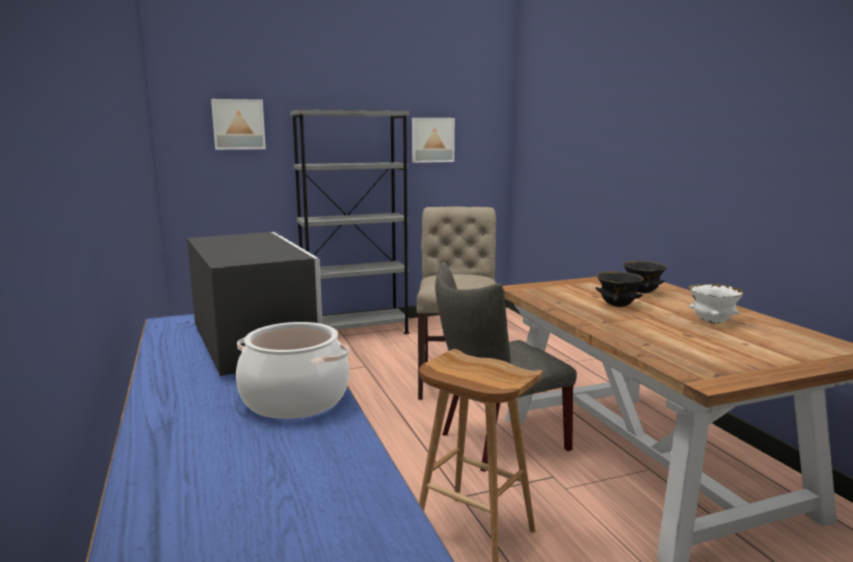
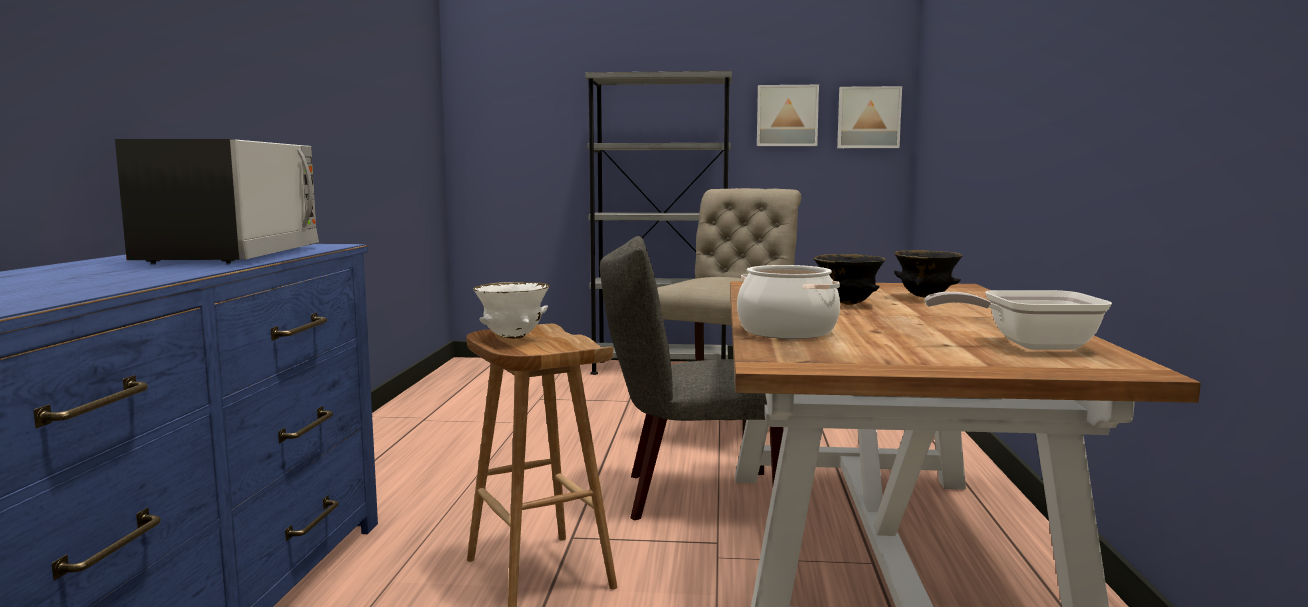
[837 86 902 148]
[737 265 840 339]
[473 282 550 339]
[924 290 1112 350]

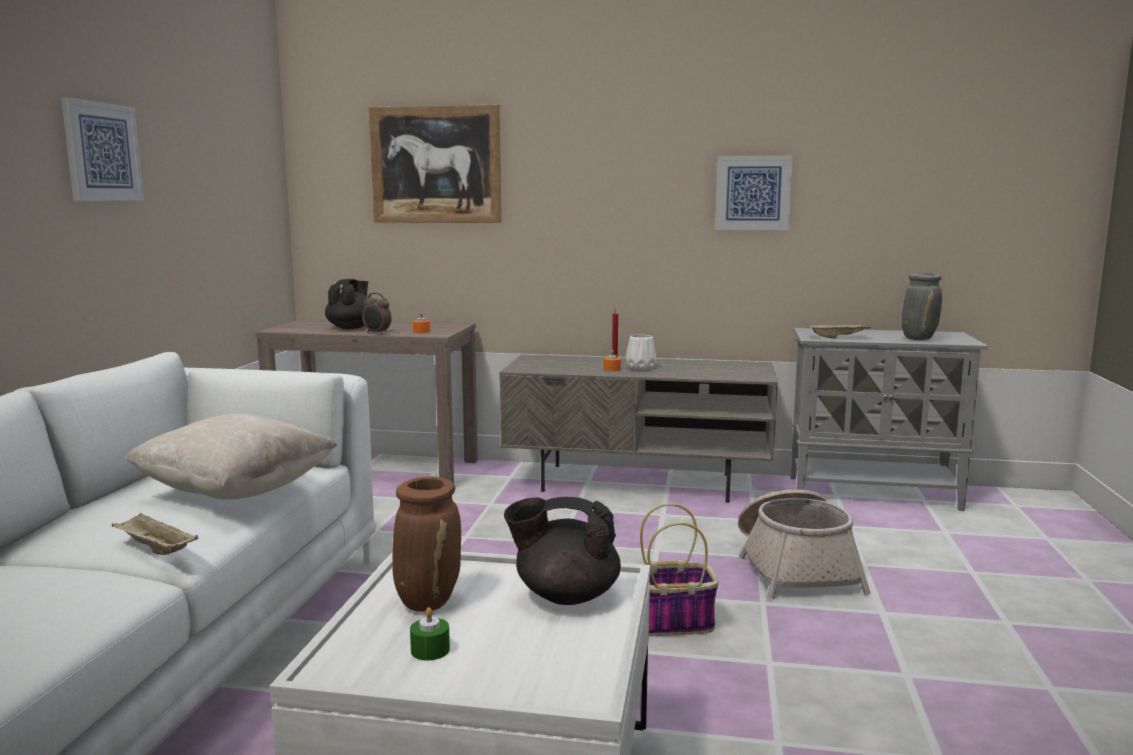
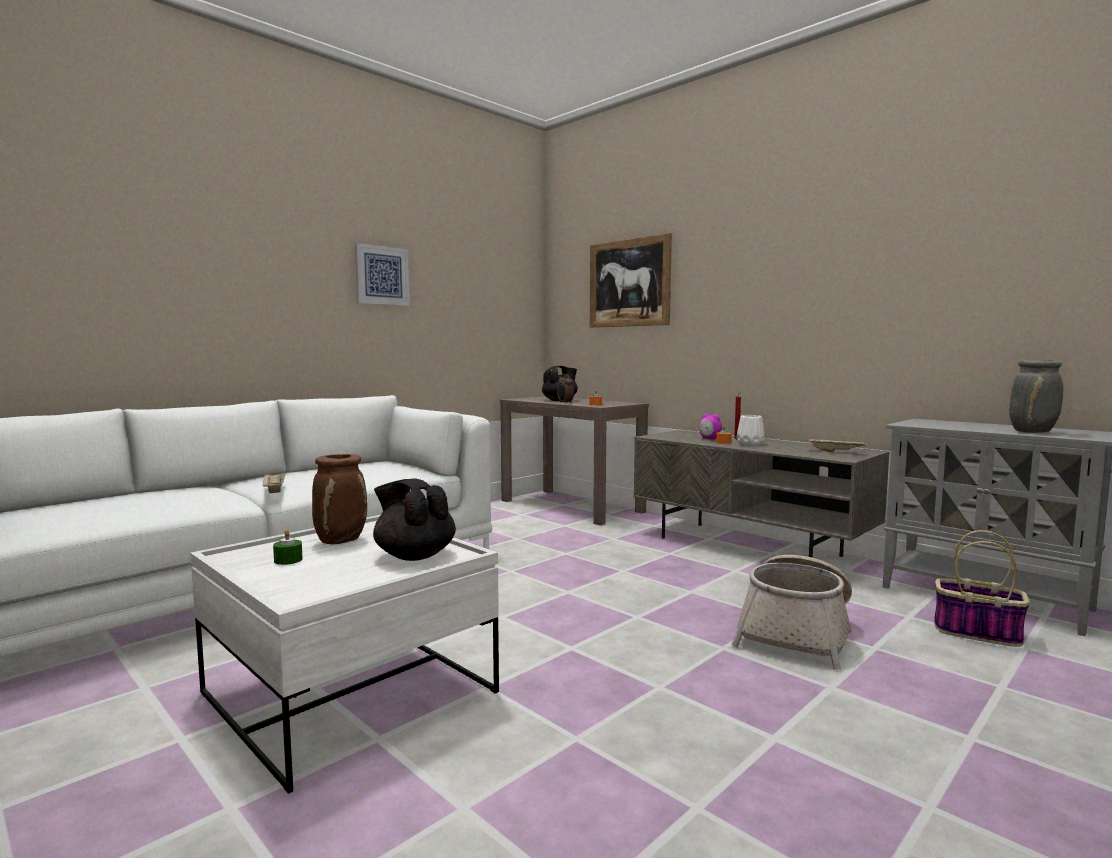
[124 414 337 500] (first image)
[934 530 1030 647]
[715 155 793 230] (first image)
[806 438 866 452]
[699 414 722 439]

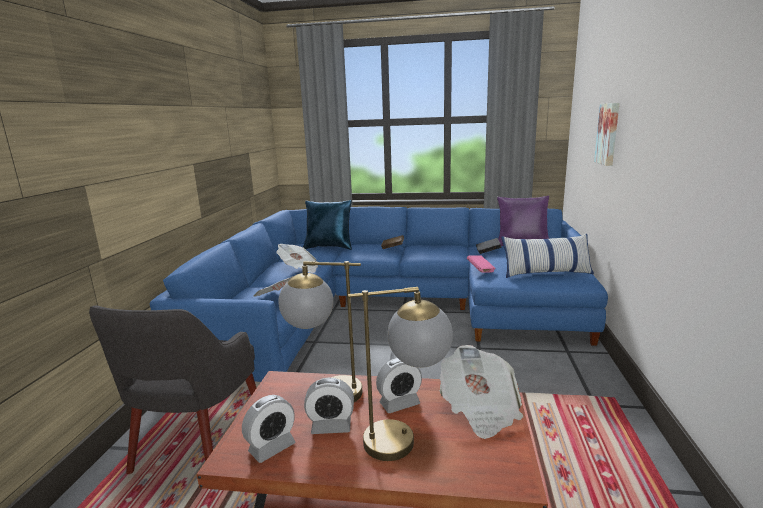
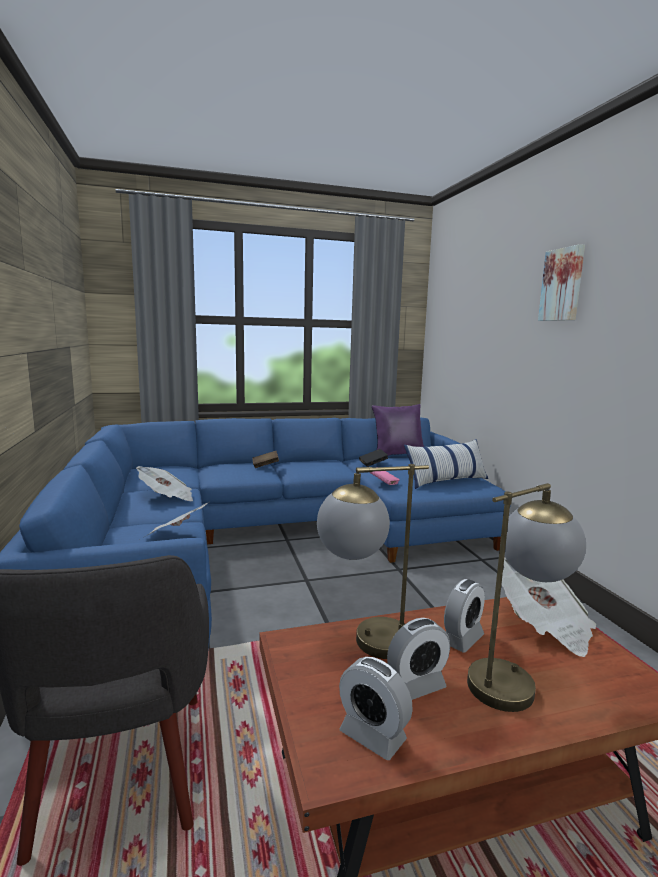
[339 657 413 760]
[303 200 352 250] (first image)
[538 244 585 321]

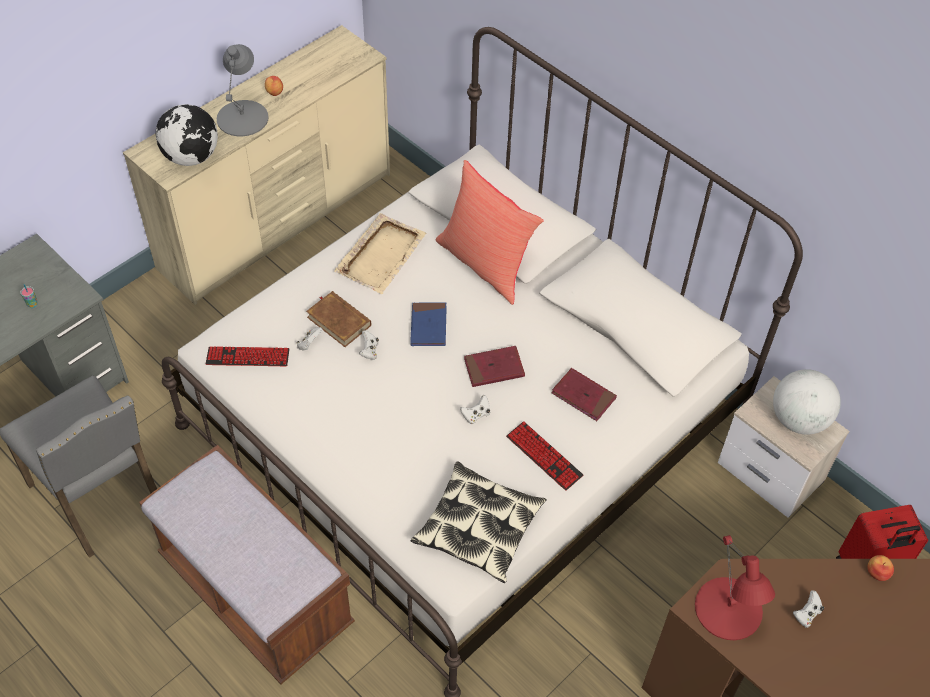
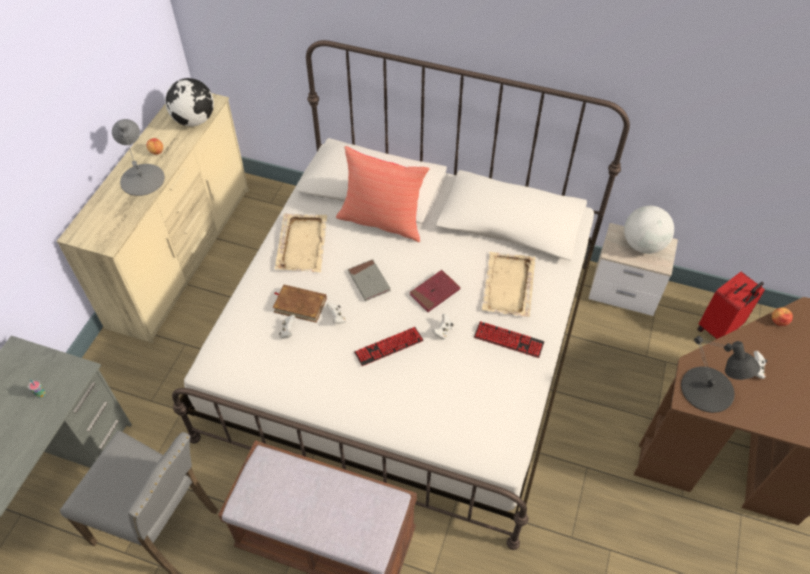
[165 78 214 126]
[354 327 424 366]
[348 259 391 301]
[411 461 547 583] (first image)
[482 252 535 317]
[681 336 760 413]

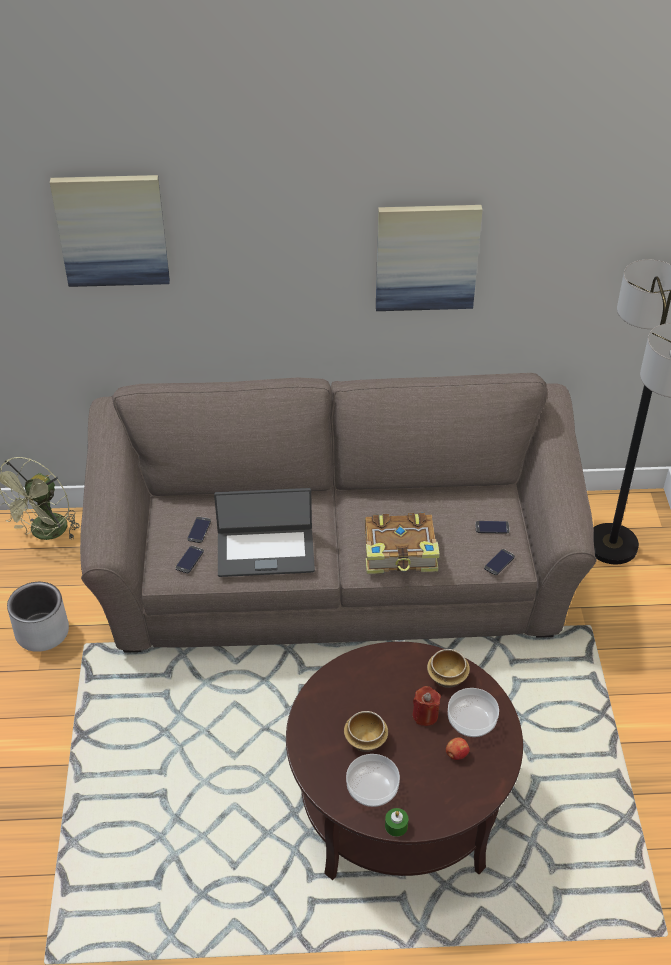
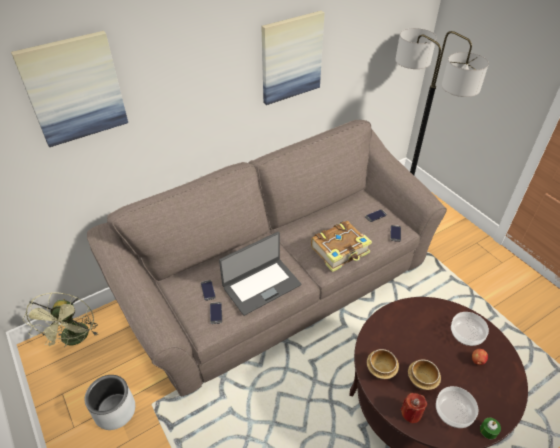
[401 393 427 423]
[367 349 399 379]

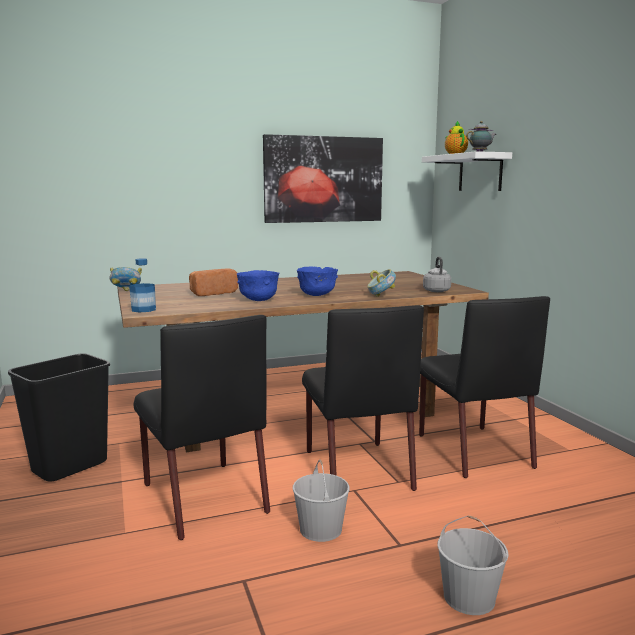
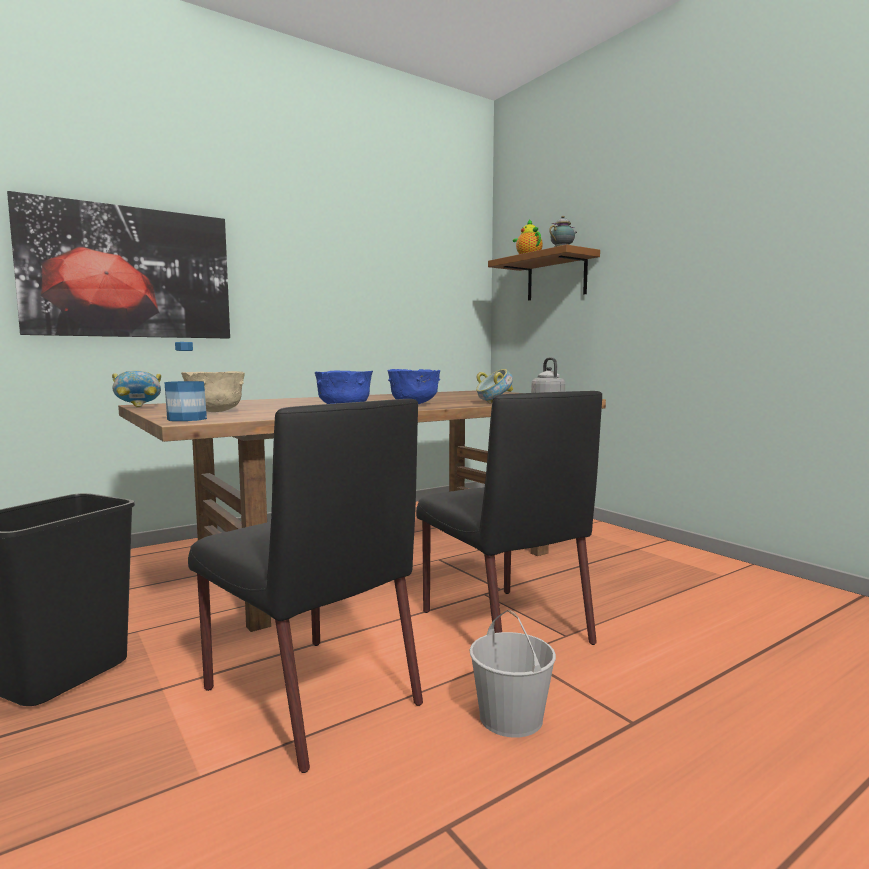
[189 269 238 296] (first image)
[7 191 230 338]
[419 296 550 478] (first image)
[488 245 600 301]
[437 516 509 615] (first image)
[181 371 245 412]

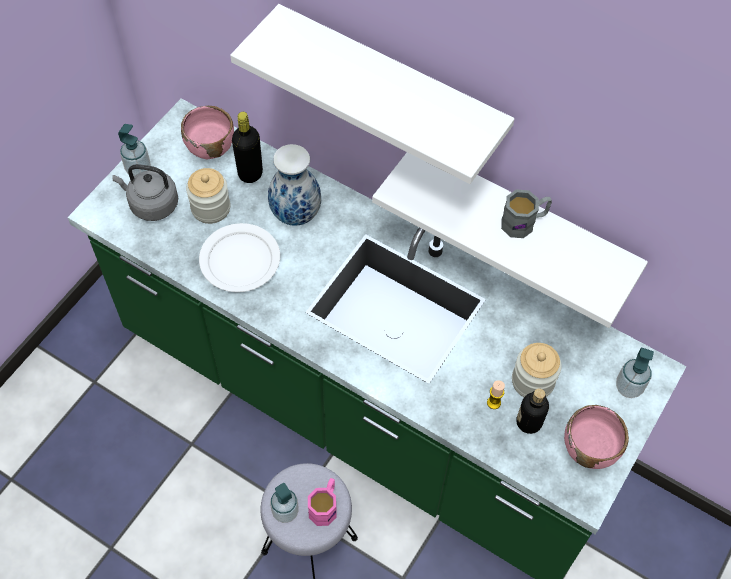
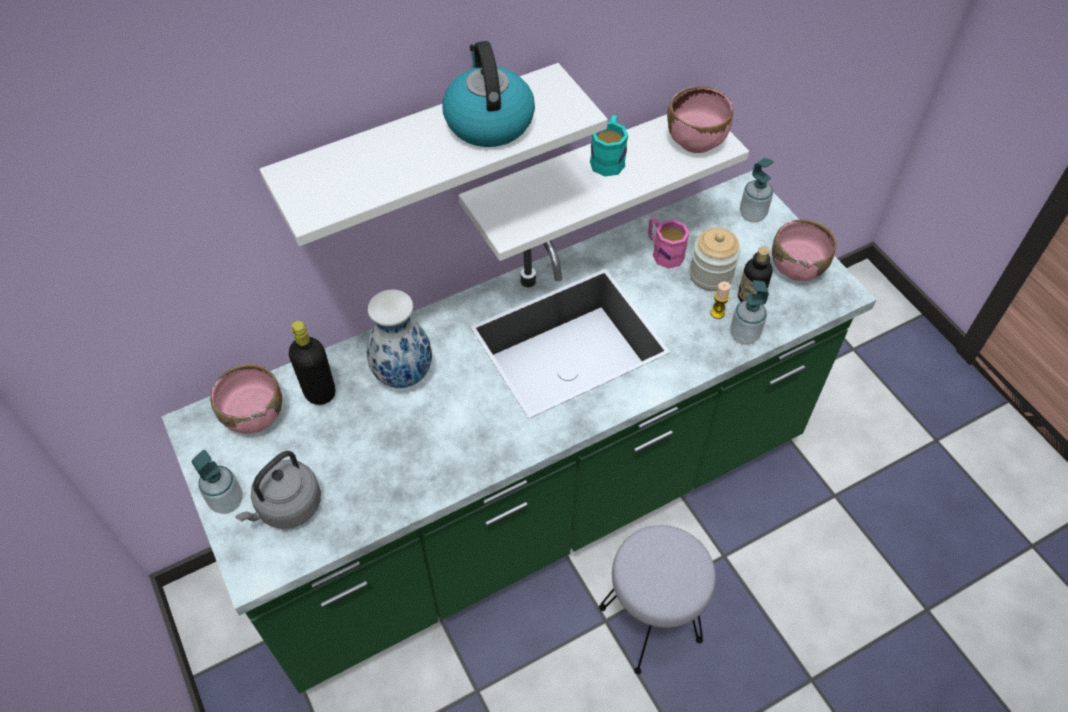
[186 168 230 224] (first image)
[199 223 280 292] (first image)
[730 280 769 345]
[648 217 690 269]
[590 115 628 176]
[442 41 535 147]
[667 86 734 153]

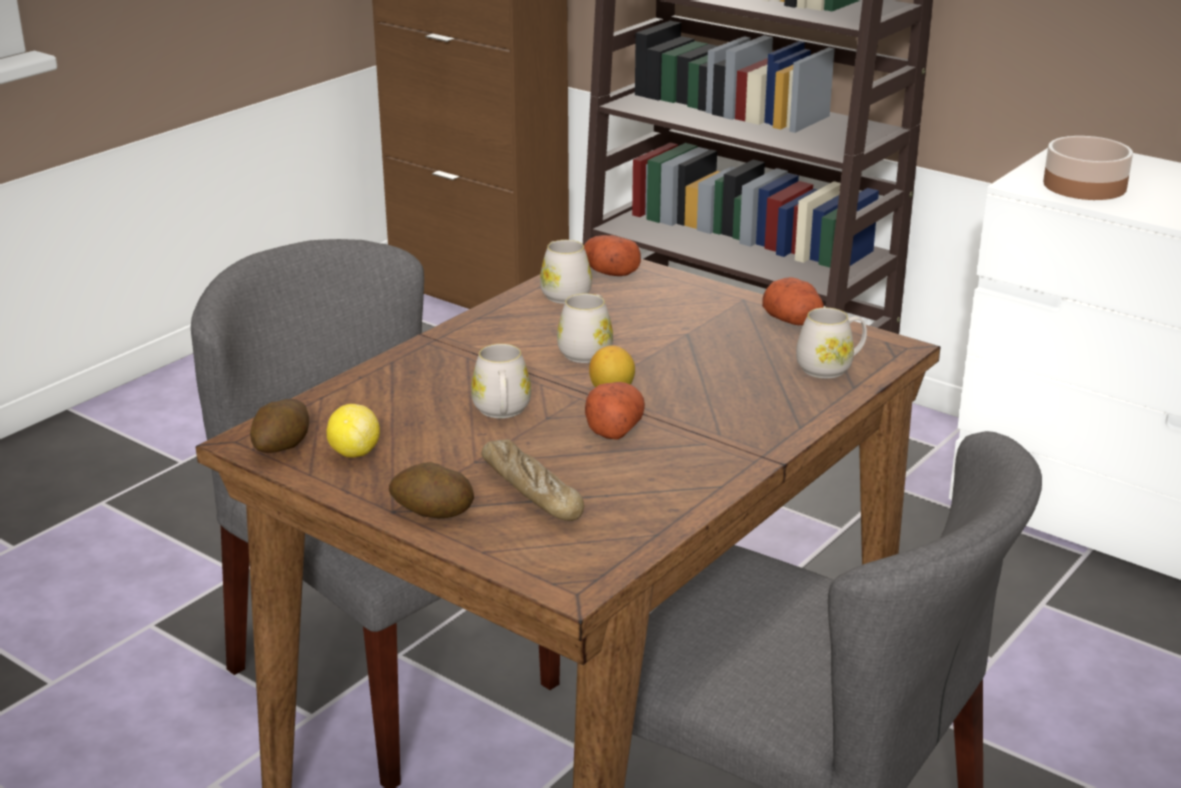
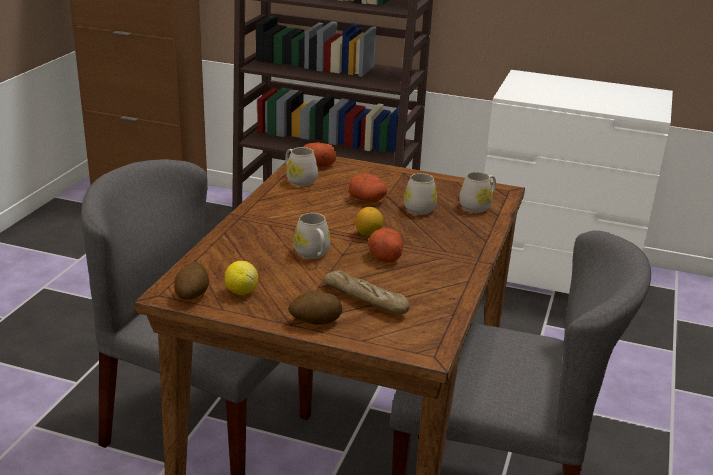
[404 173 437 215]
[349 173 387 202]
[1043 136 1133 200] (first image)

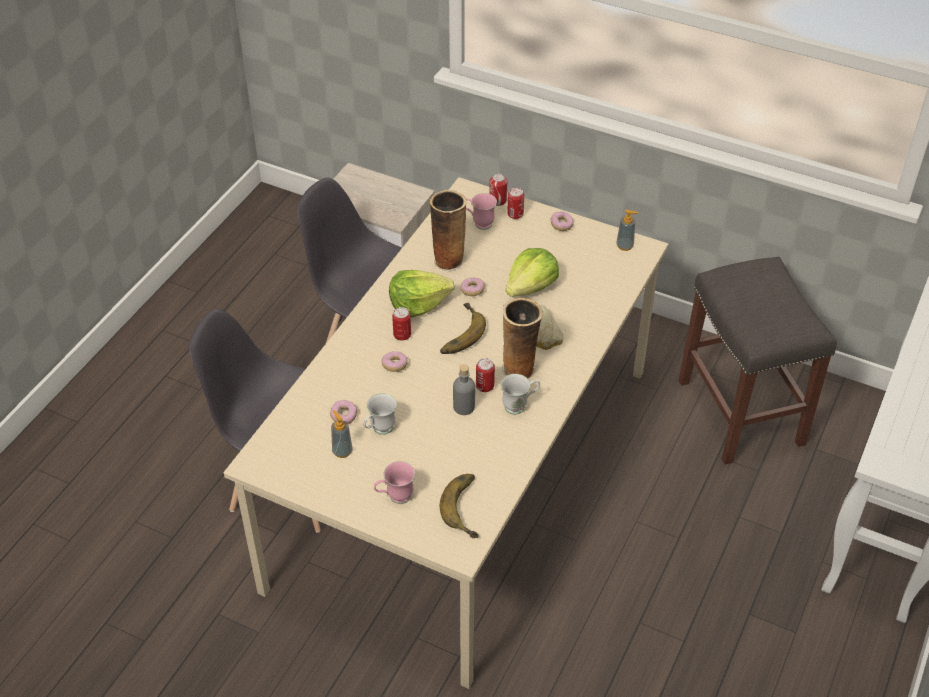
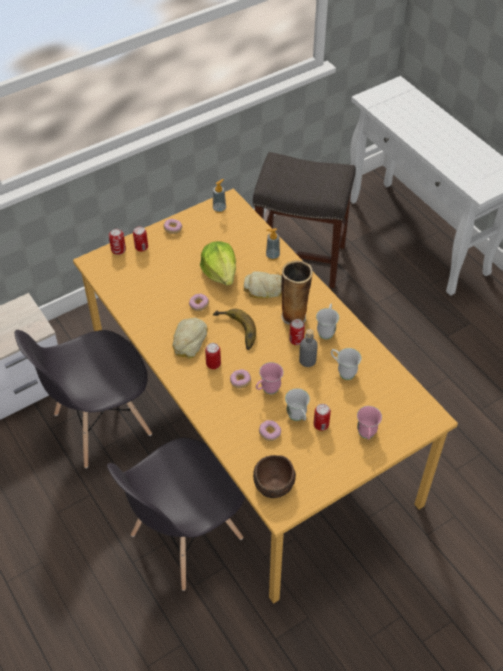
[73 188 458 604]
[266 228 280 260]
[173 318 208 359]
[430 189 467 271] (first image)
[440 474 479 538] (first image)
[256 362 284 394]
[253 455 296 498]
[314 404 331 431]
[331 348 361 380]

